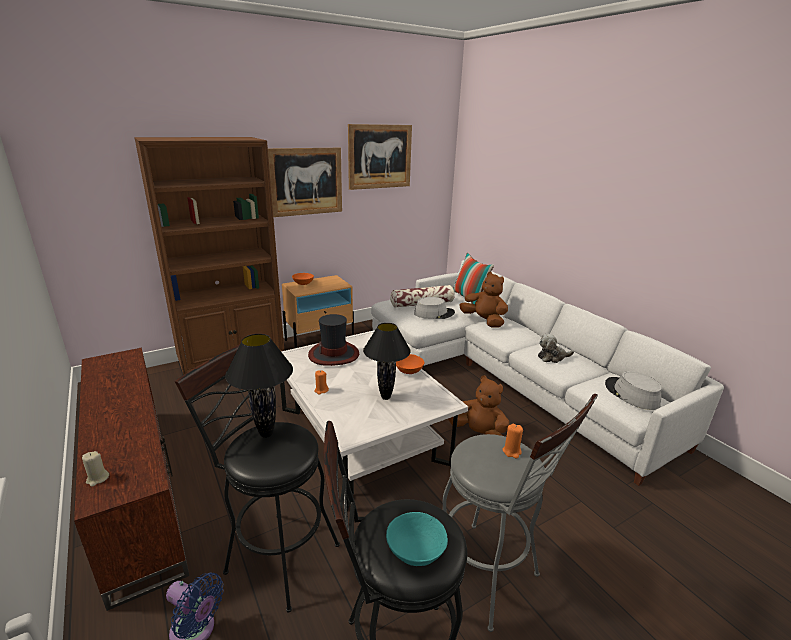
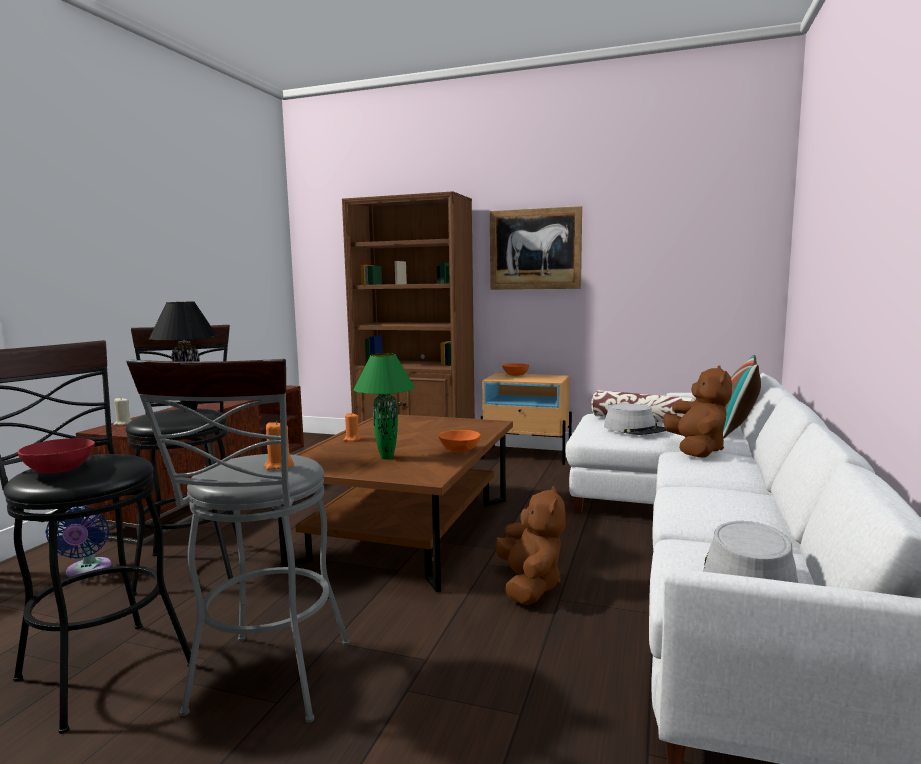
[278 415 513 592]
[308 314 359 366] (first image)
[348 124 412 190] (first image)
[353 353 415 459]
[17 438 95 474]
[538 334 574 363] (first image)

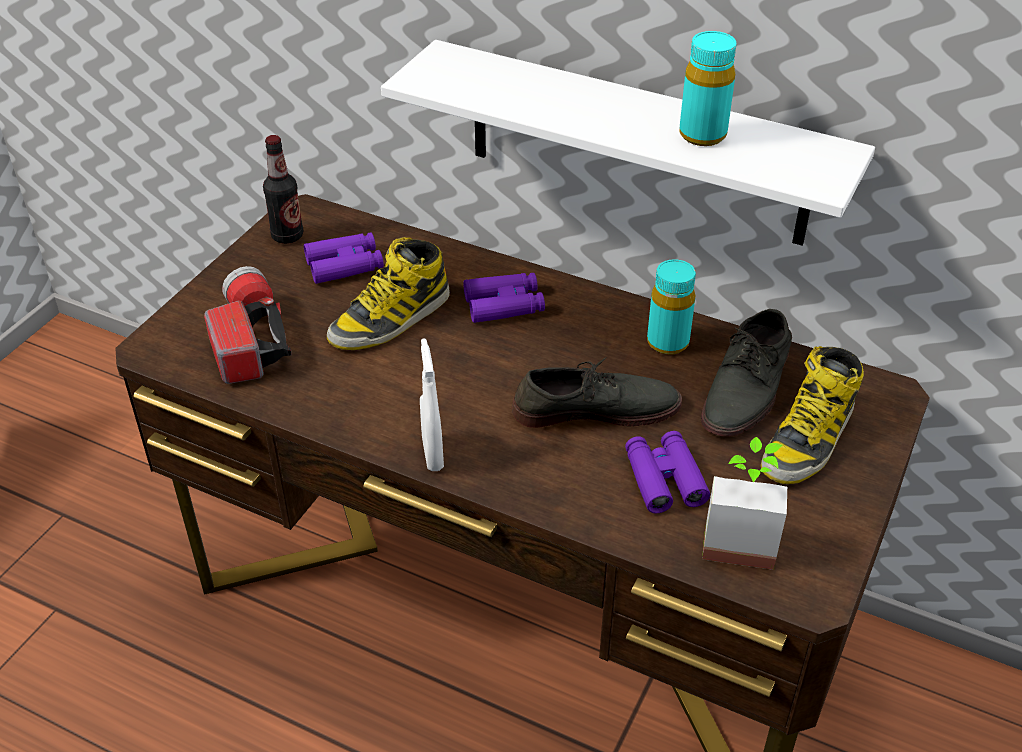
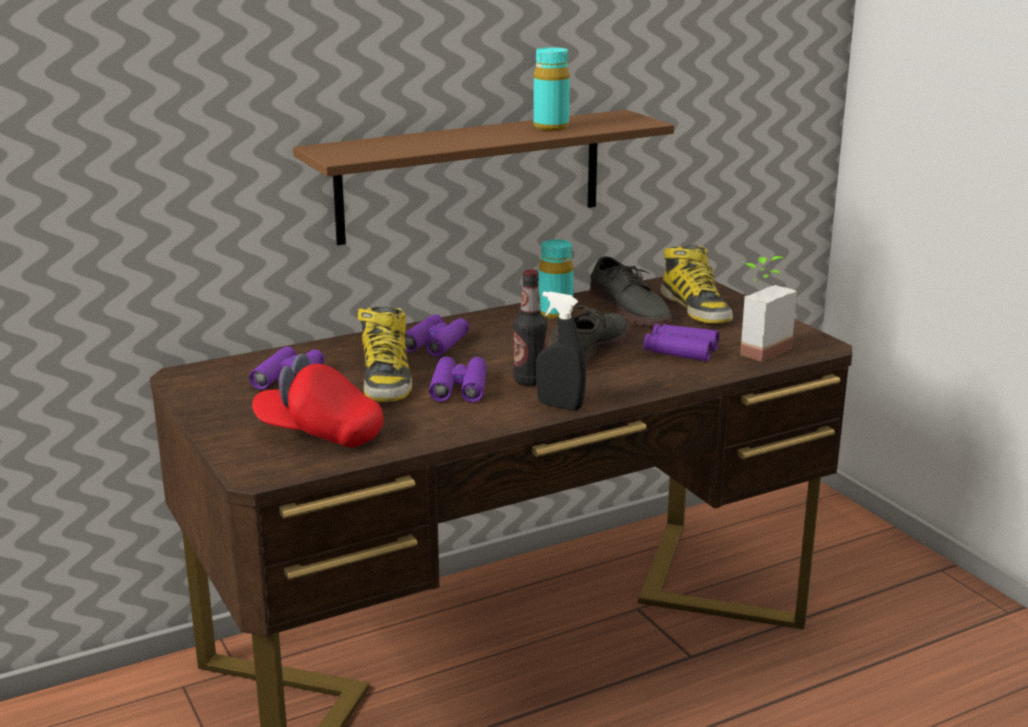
[252 354 383 447]
[513 269 547 386]
[293 110 674 245]
[536 292 586 410]
[429 356 486 403]

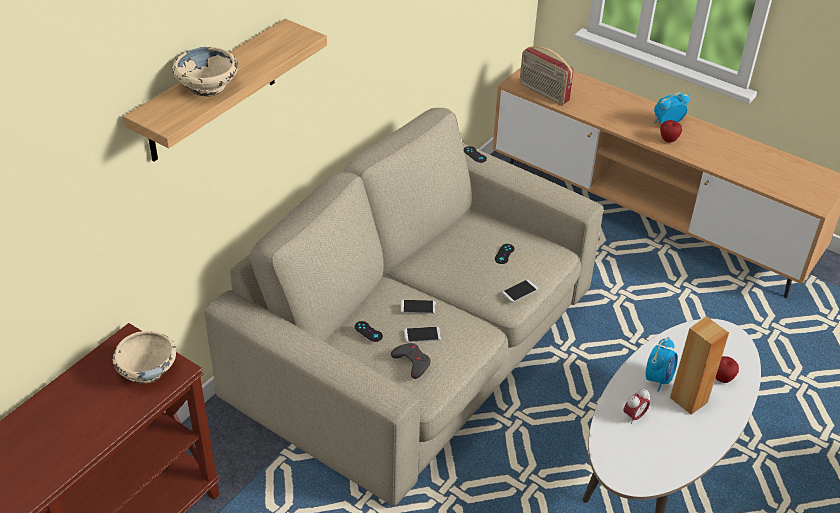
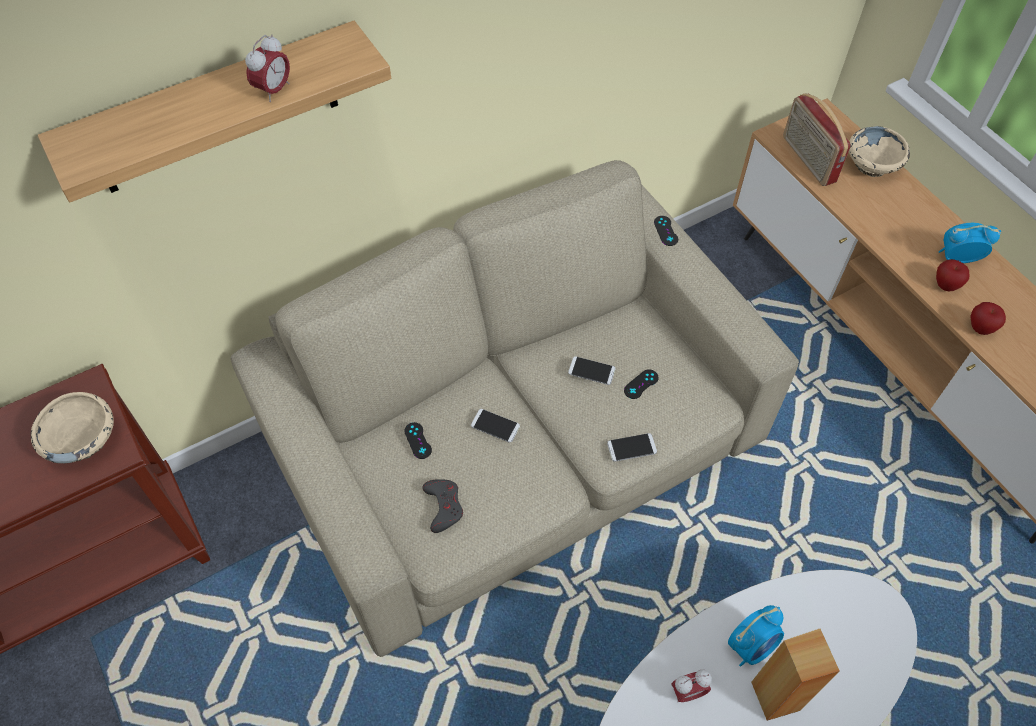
[849 126 910 177]
[568 356 615 385]
[970 302 1006 335]
[245 35 290 102]

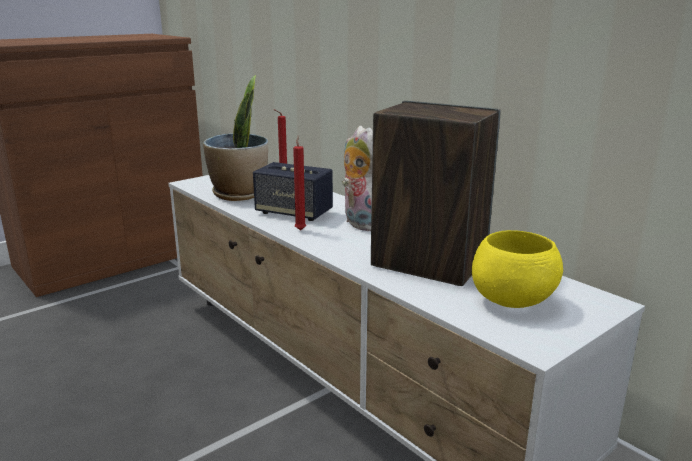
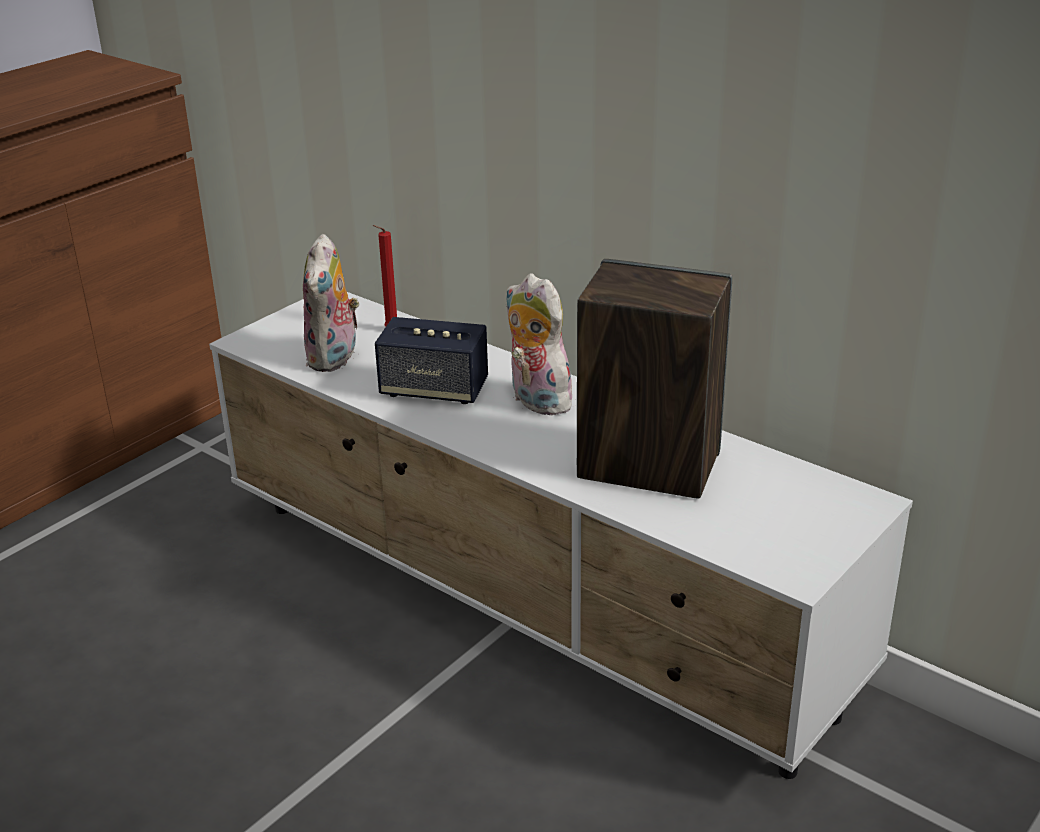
[303 234 359 372]
[293 135 306 231] (first image)
[472 230 563 308] (first image)

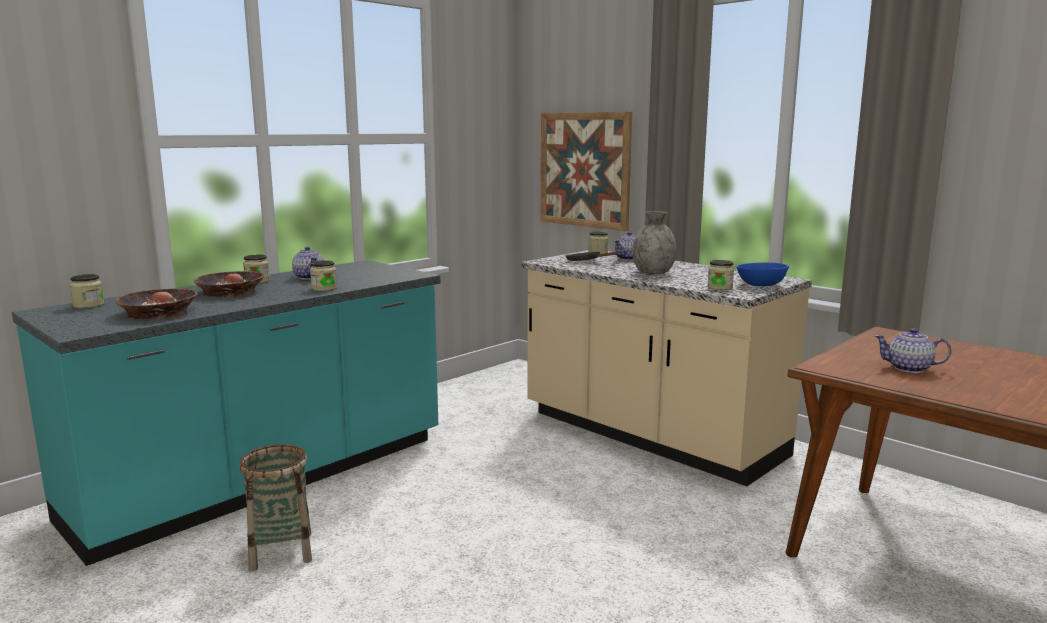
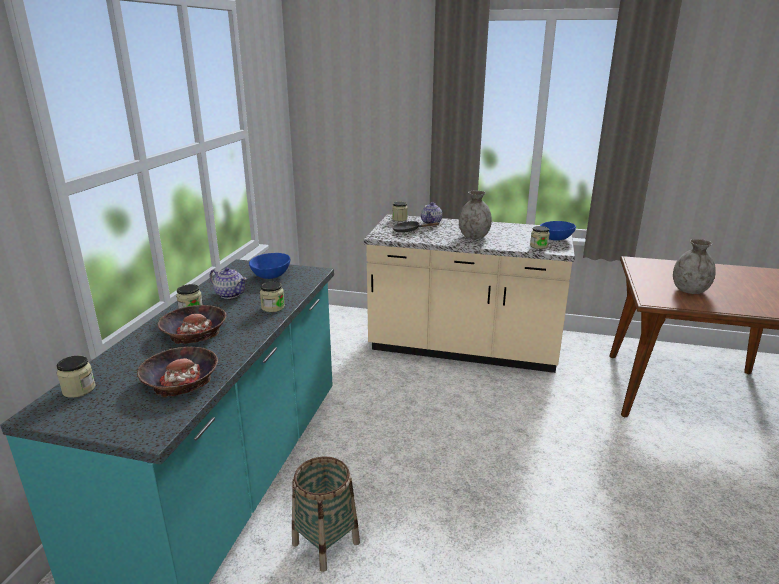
[541 112 632 231] (first image)
[673 239 716 294]
[249 253 290 279]

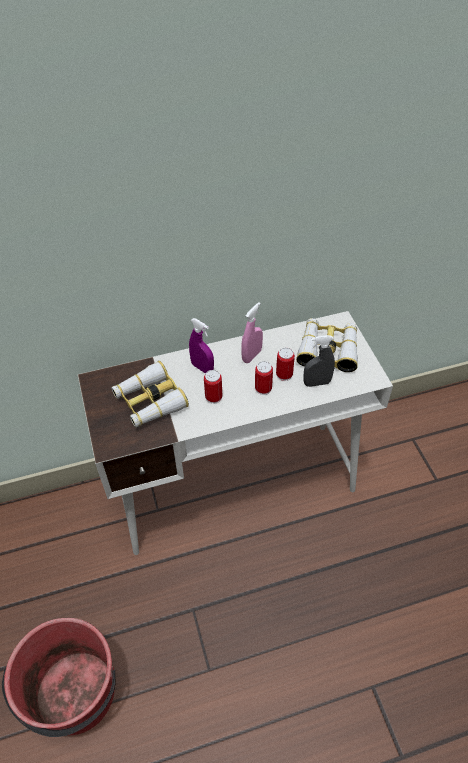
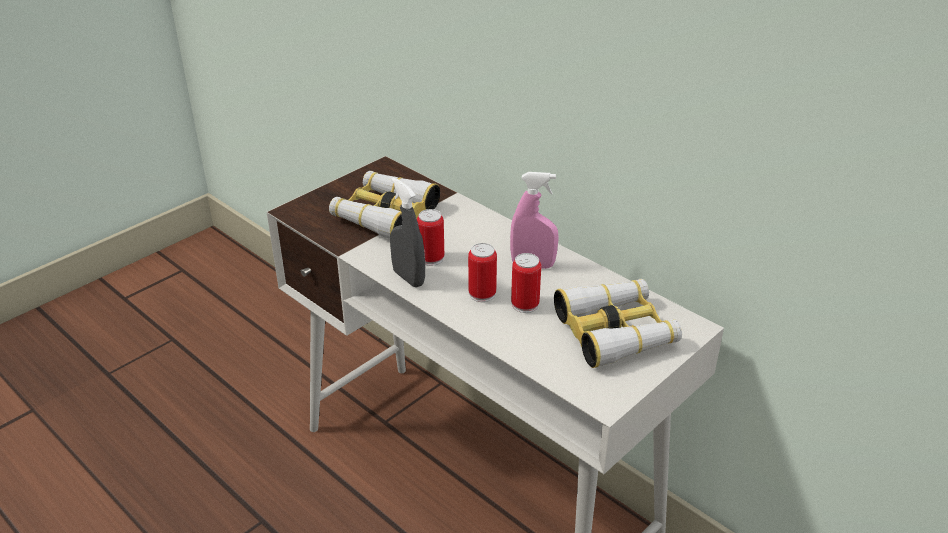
[2 618 116 737] (first image)
[189 318 214 374] (first image)
[390 177 425 287]

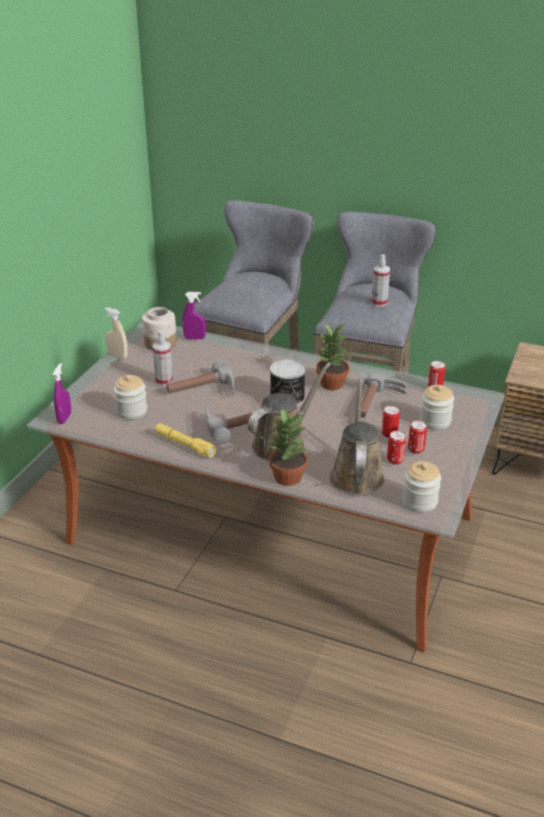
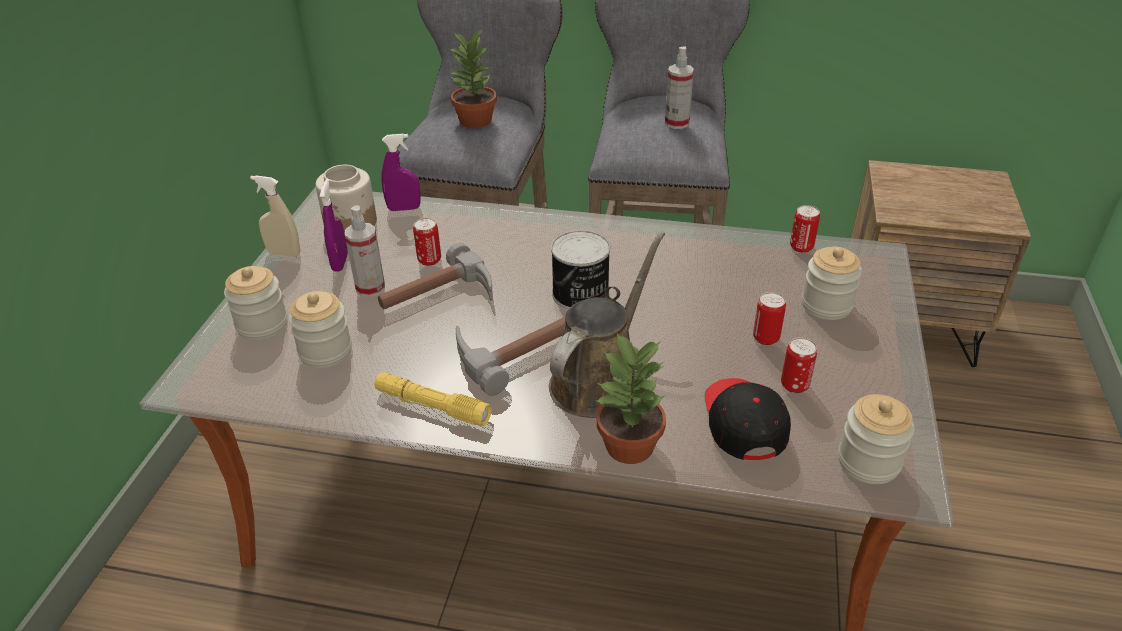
[320 178 348 272]
[449 28 497 128]
[705 378 791 460]
[358 371 407 418] (first image)
[413 218 441 266]
[224 266 288 340]

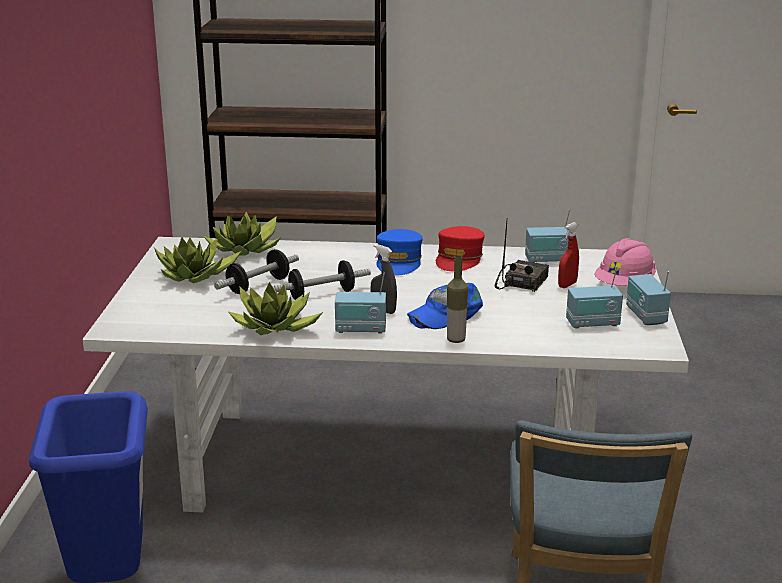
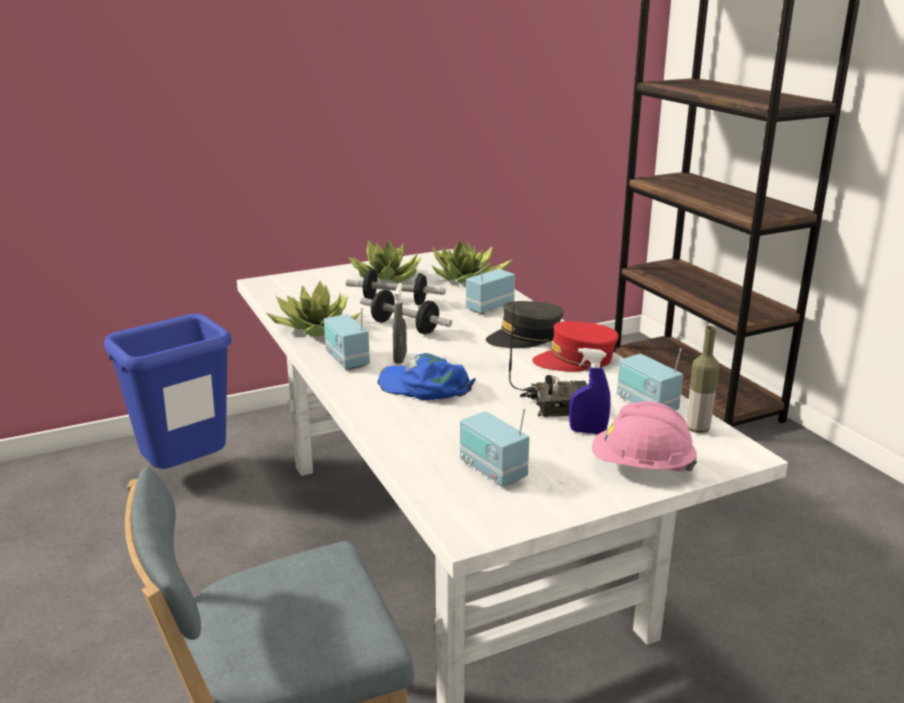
[486 301 563 348]
[686 326 720 433]
[569 348 611 434]
[466 262 515 314]

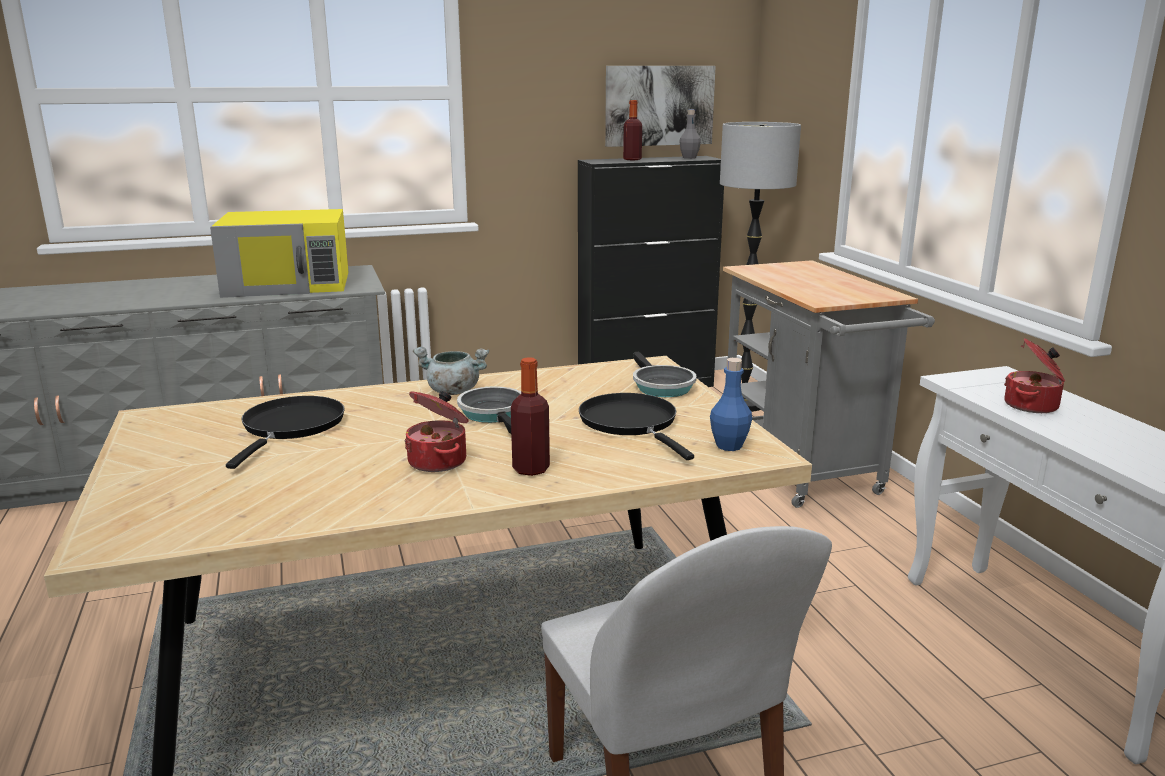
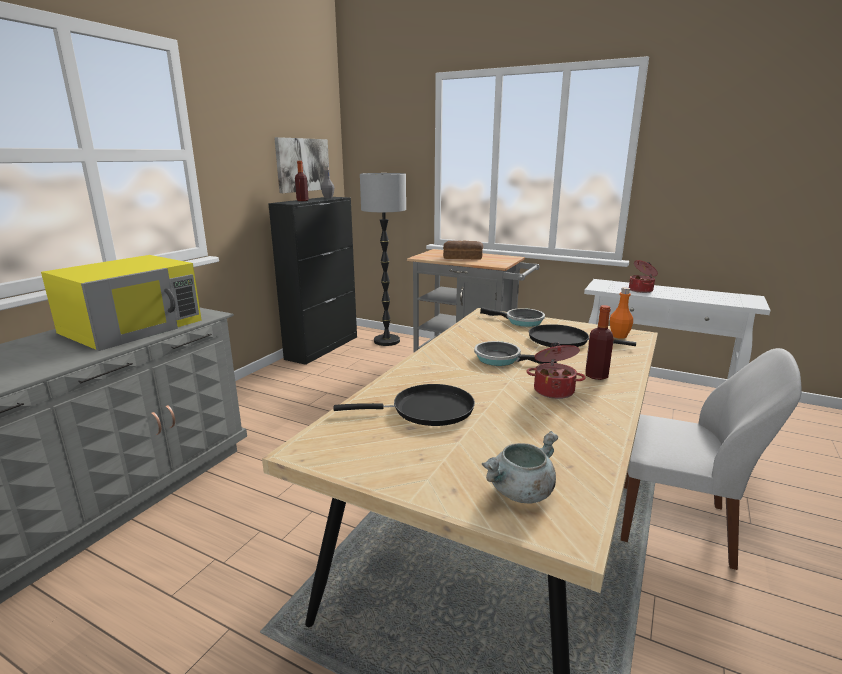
[333 384 475 426]
[482 431 558 504]
[610 287 633 339]
[443 240 483 260]

